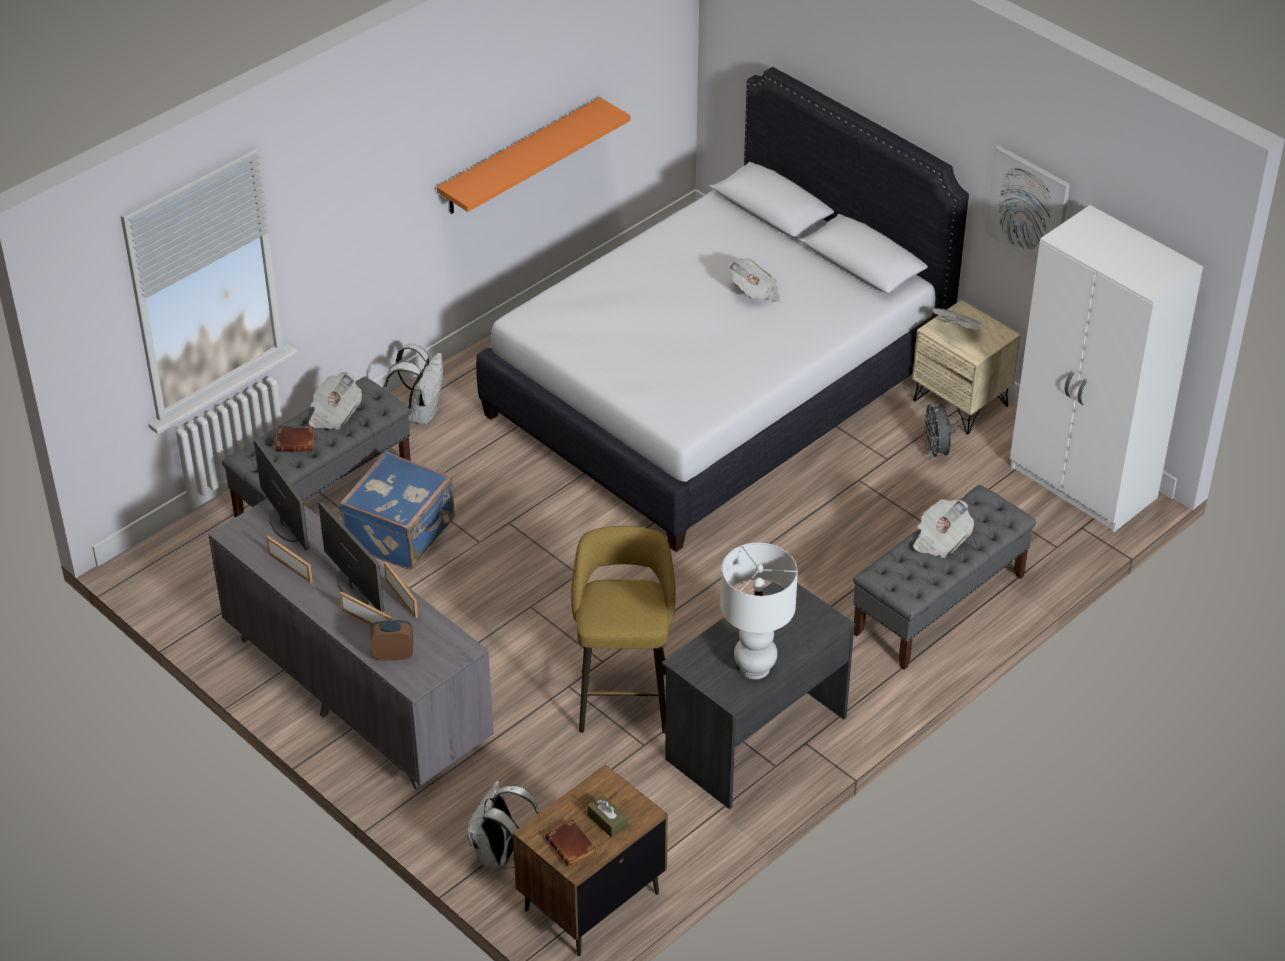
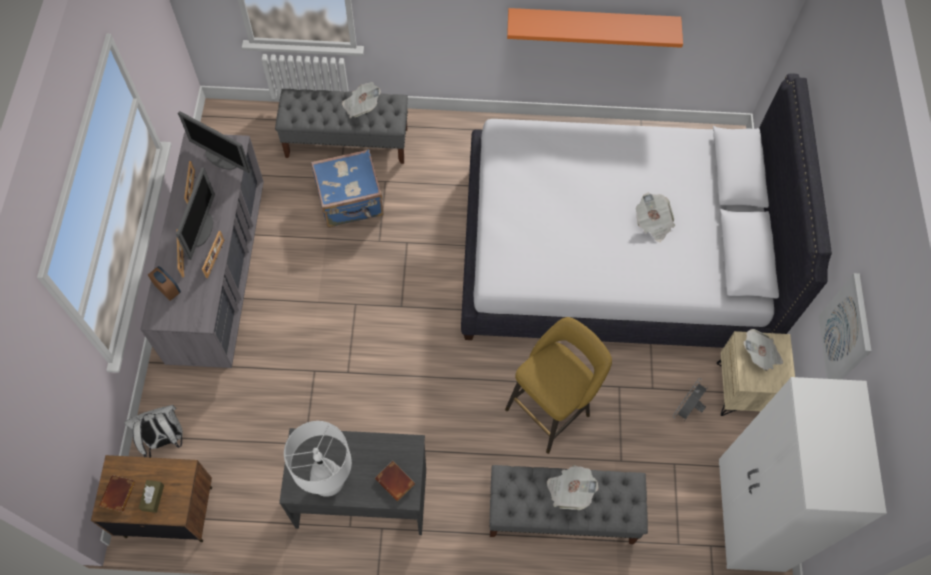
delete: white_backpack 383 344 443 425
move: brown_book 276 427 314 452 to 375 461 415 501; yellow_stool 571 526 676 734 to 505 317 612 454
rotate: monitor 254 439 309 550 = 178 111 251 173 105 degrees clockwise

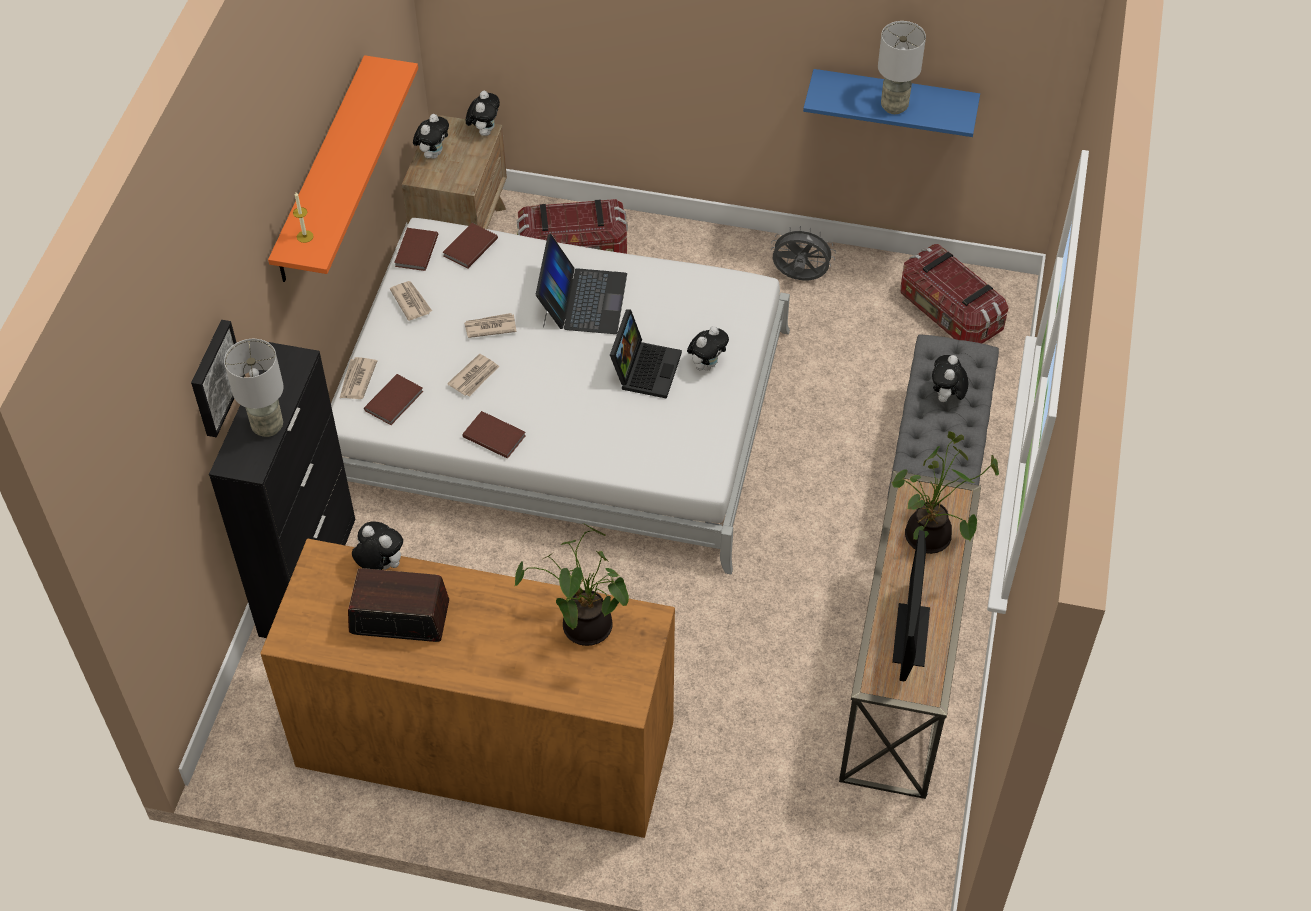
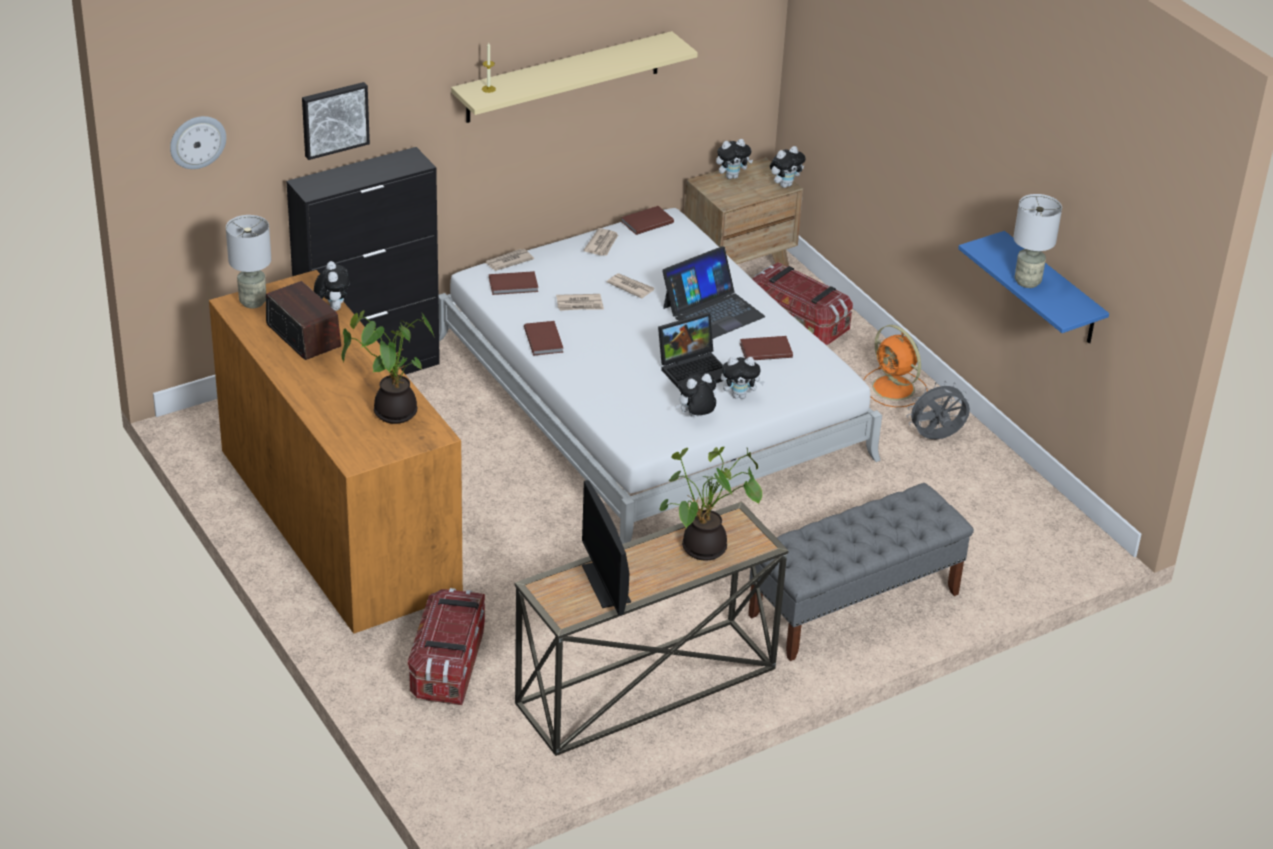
insert: wall_clock 170 116 226 169; orange_fan 863 325 928 408
move: grey_table_lamp 224 339 284 437 to 226 215 271 308; storage_box 900 244 1009 344 to 408 588 485 705; plush_toy 932 355 968 402 to 676 373 716 417; brown_book 443 223 498 269 to 740 336 793 360
recolor: orange_shelf 268 55 418 282 to beige_shelf 451 31 698 123
rotate: monitor 892 530 930 681 = 582 480 631 615 75 degrees counterclockwise; grey_fan 771 226 836 281 = 907 381 970 439 75 degrees counterclockwise

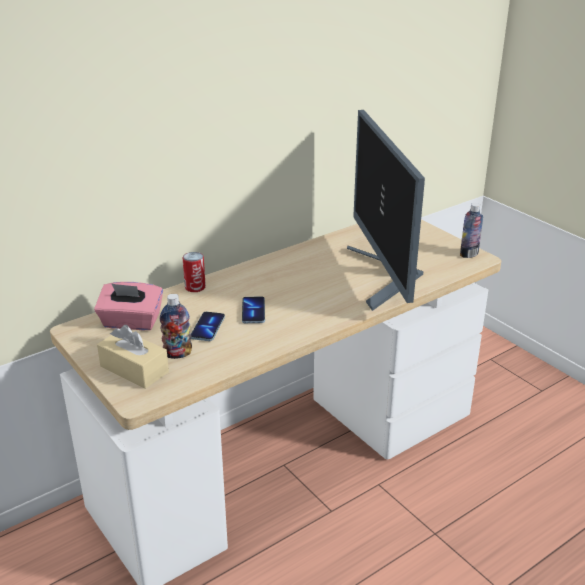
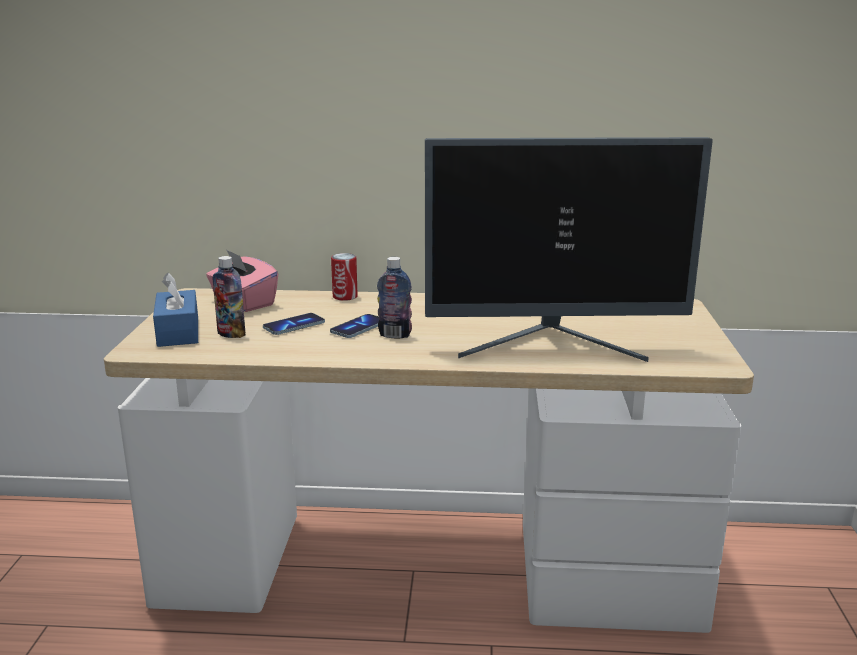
move: bottle 460 203 483 258 to 377 257 412 338
recolor: beige_tissue_box 97 325 169 389 to blue_tissue_box 153 273 198 347
rotate: monitor 347 110 425 311 = 425 137 713 362 120 degrees counterclockwise

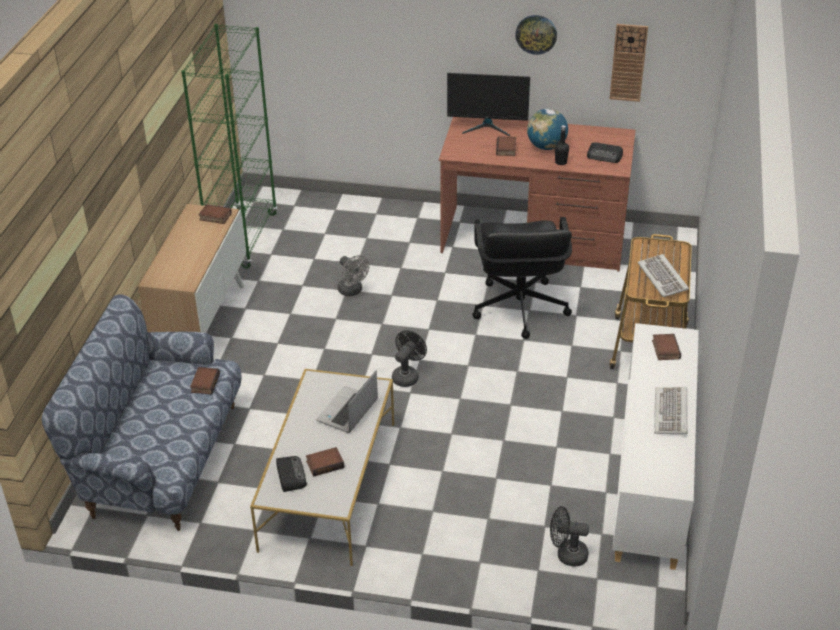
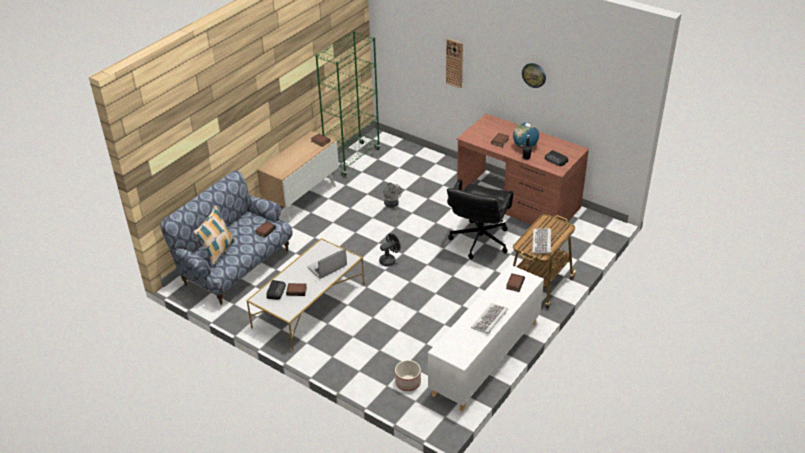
delete: monitor 447 73 530 136
insert: pillow 194 206 235 267
move: wall_clock 610 24 648 102 to 446 39 463 88
replace: black_fan 550 506 589 566 to planter 395 360 421 391

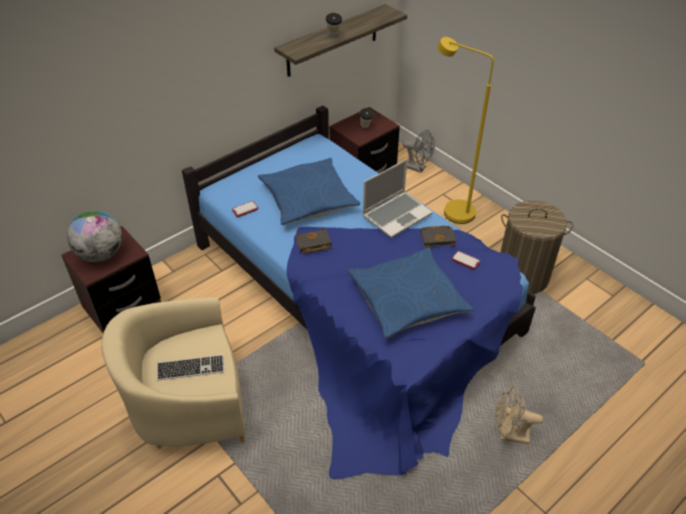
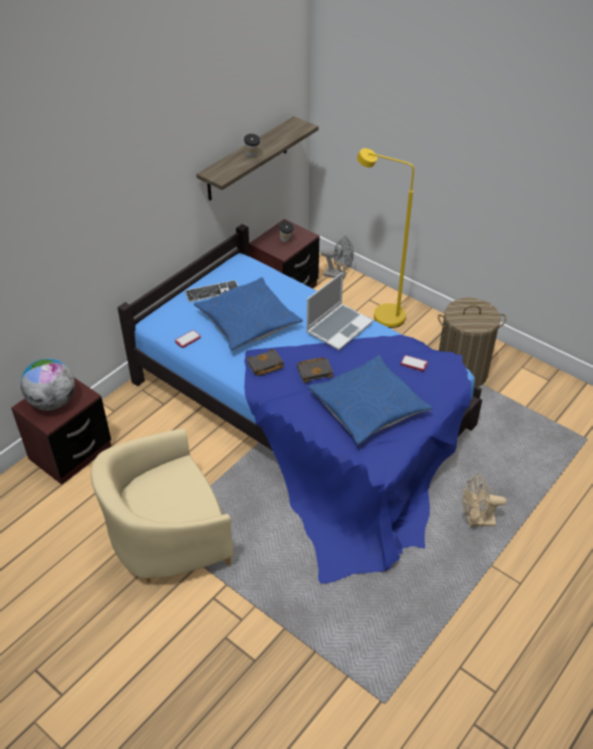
move: keyboard 157 355 224 380 to 185 280 238 302; black_book 421 226 456 248 to 297 357 333 383

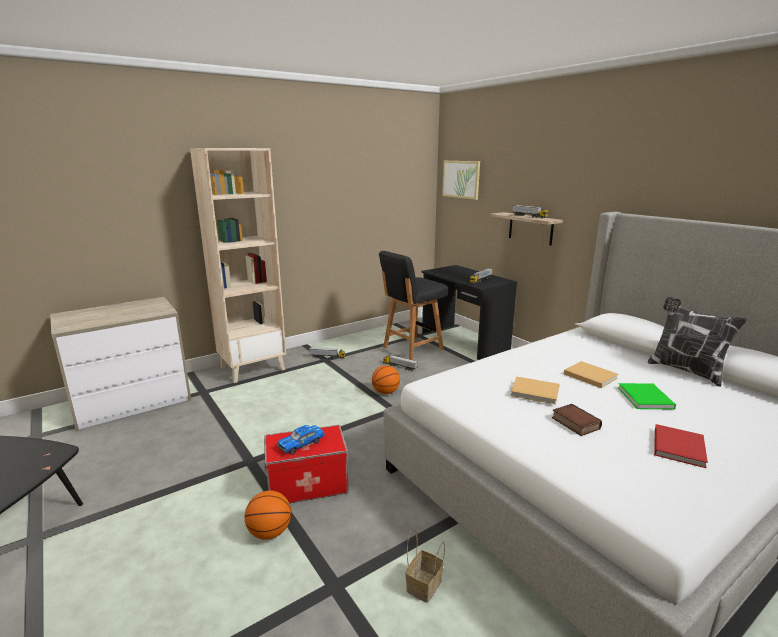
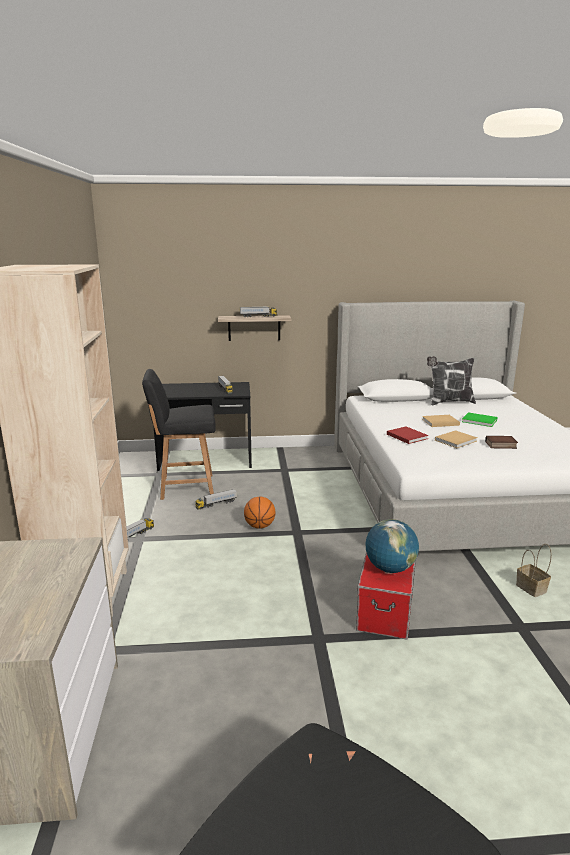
delete: basketball 245 490 291 540; picture 442 161 480 200
move: red_book 654 424 708 468 to 387 427 428 444
replace: toy_car 277 425 325 454 to globe 365 519 419 573
rotate: black_chair 379 251 448 360 = 142 369 215 500 90 degrees clockwise

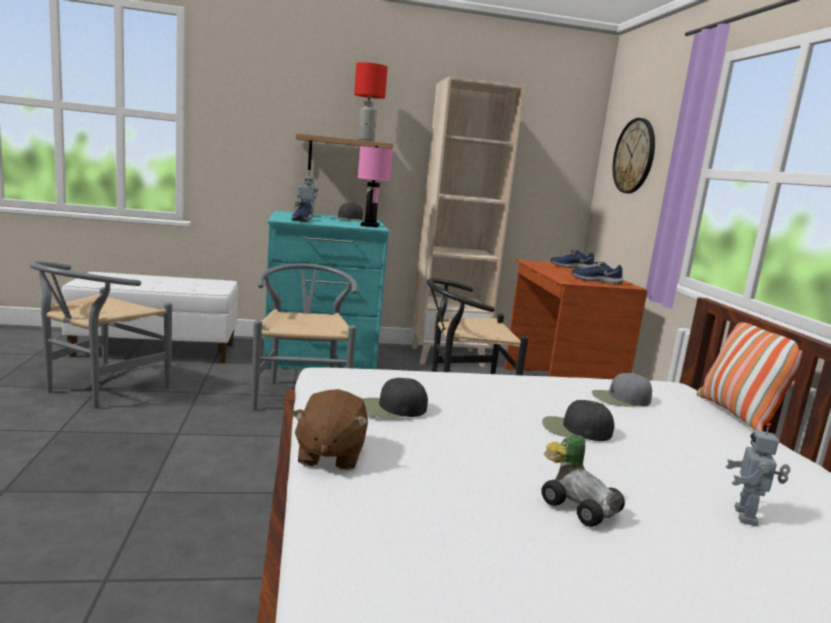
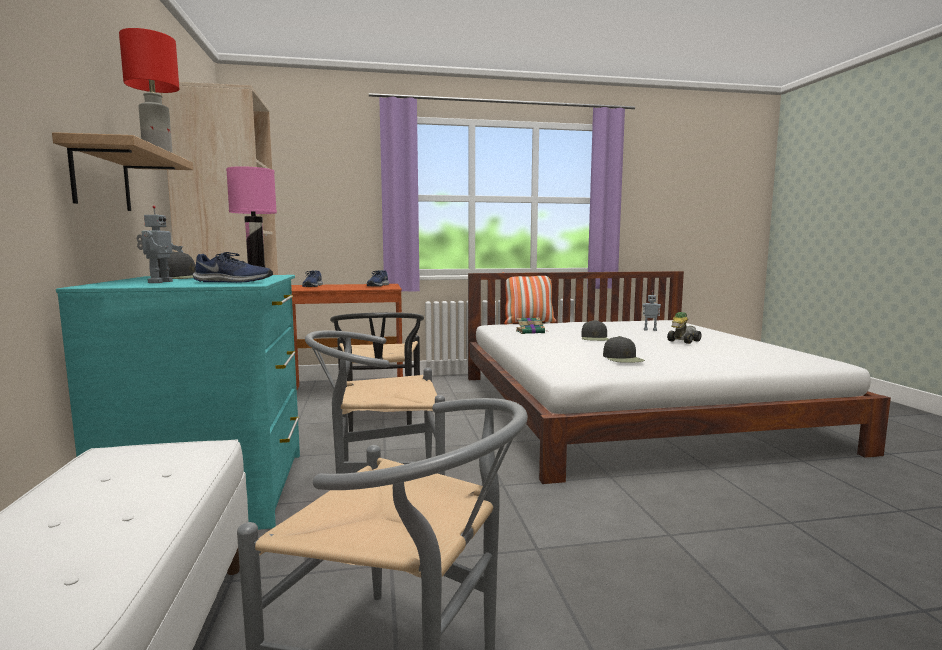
delete: brown_plush_toy 292 389 368 470; wall_clock 613 118 655 193
replace: grey_cap 592 373 652 406 to book 516 317 545 334

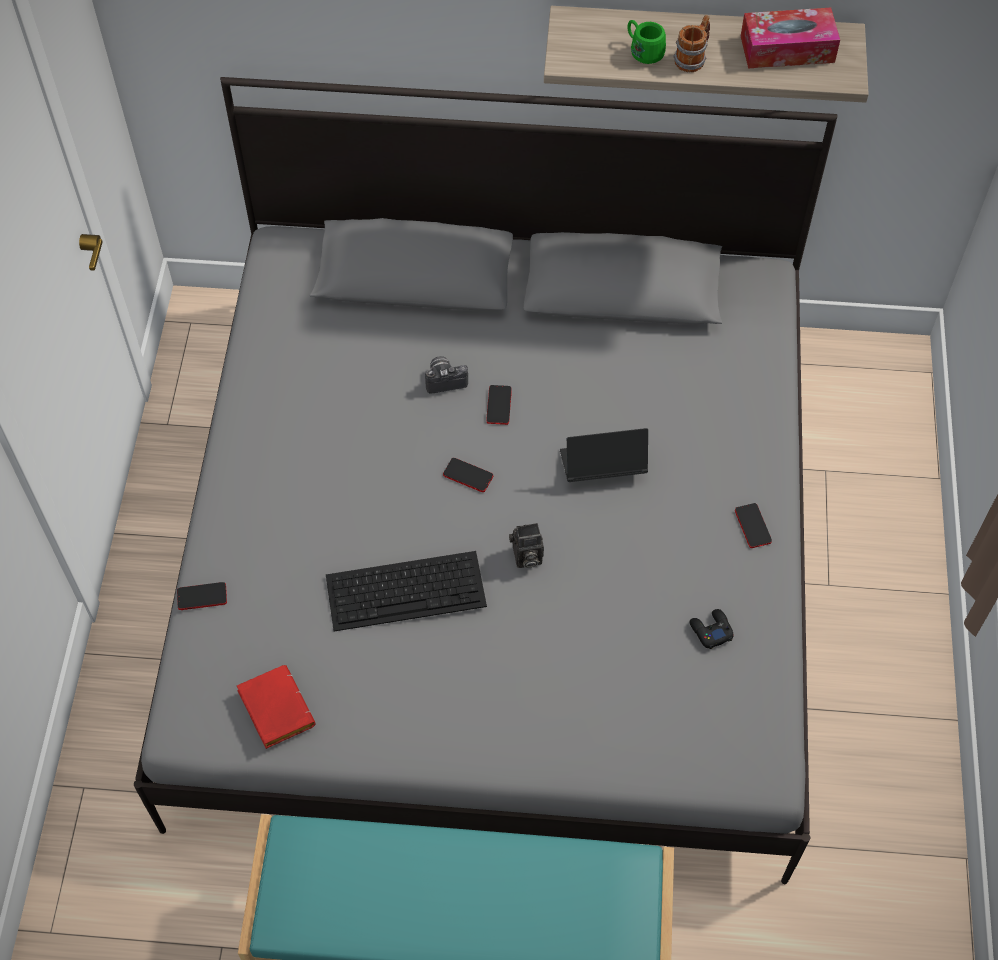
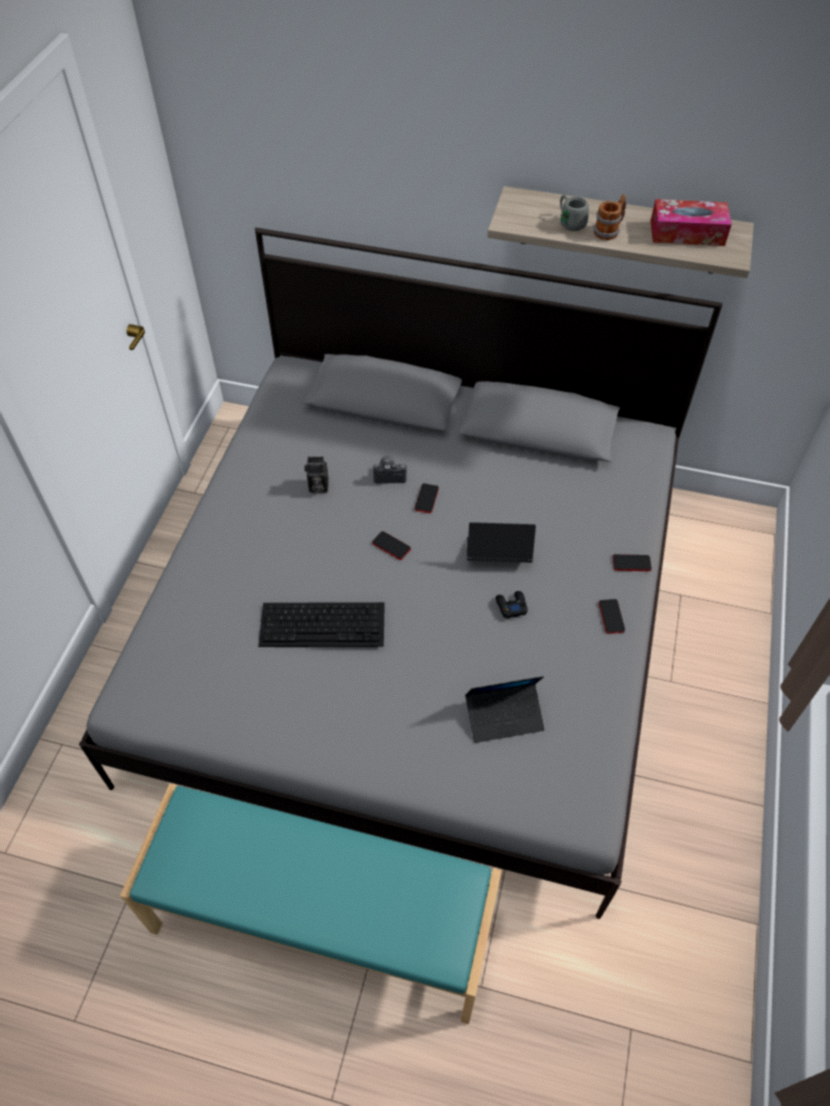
delete: red_book 237 665 316 749
insert: laptop 465 676 545 743
move: photo_camera 509 523 544 568 to 304 456 329 493; black_game_controller 689 609 734 649 to 496 591 528 619; phone 177 582 227 610 to 612 554 652 571
recolor: green_mug 628 20 666 64 to grey_mug 560 195 589 231

